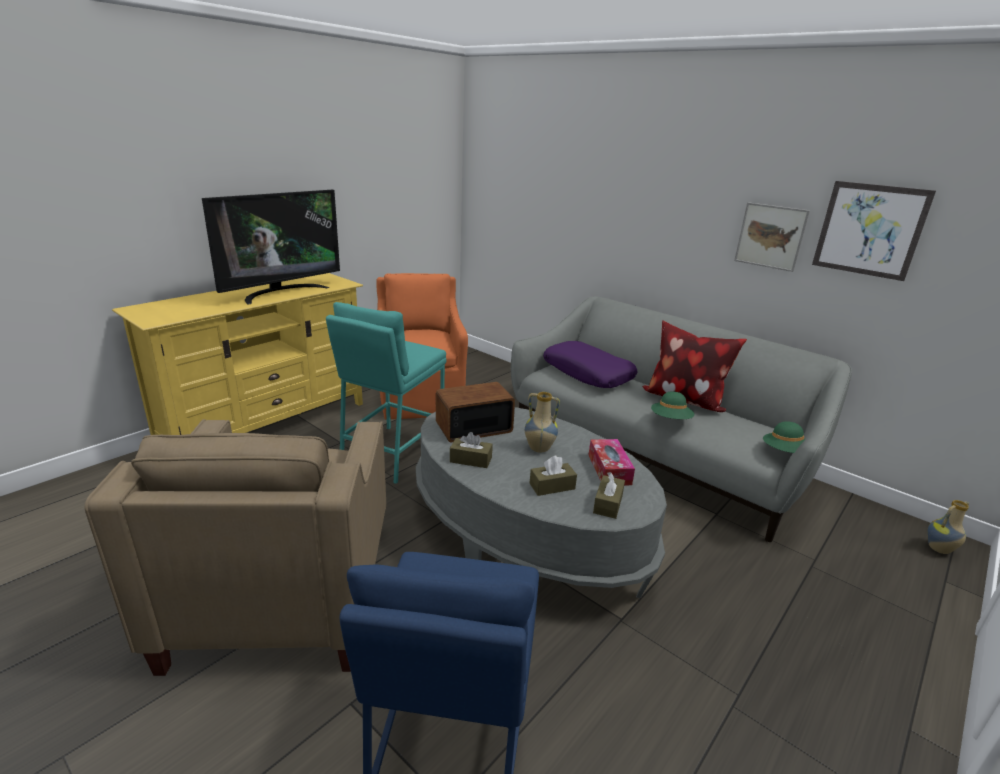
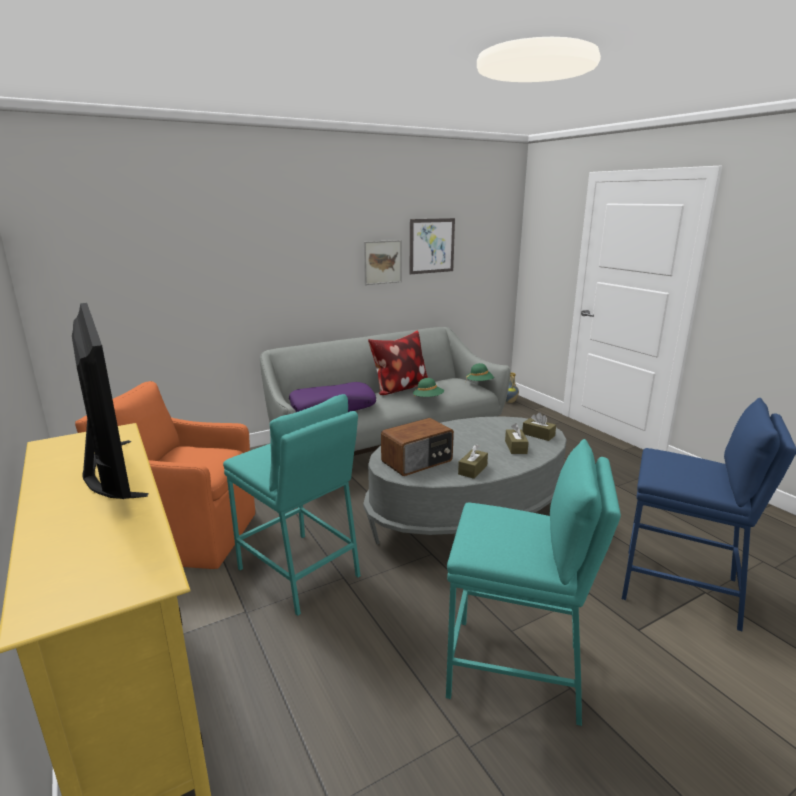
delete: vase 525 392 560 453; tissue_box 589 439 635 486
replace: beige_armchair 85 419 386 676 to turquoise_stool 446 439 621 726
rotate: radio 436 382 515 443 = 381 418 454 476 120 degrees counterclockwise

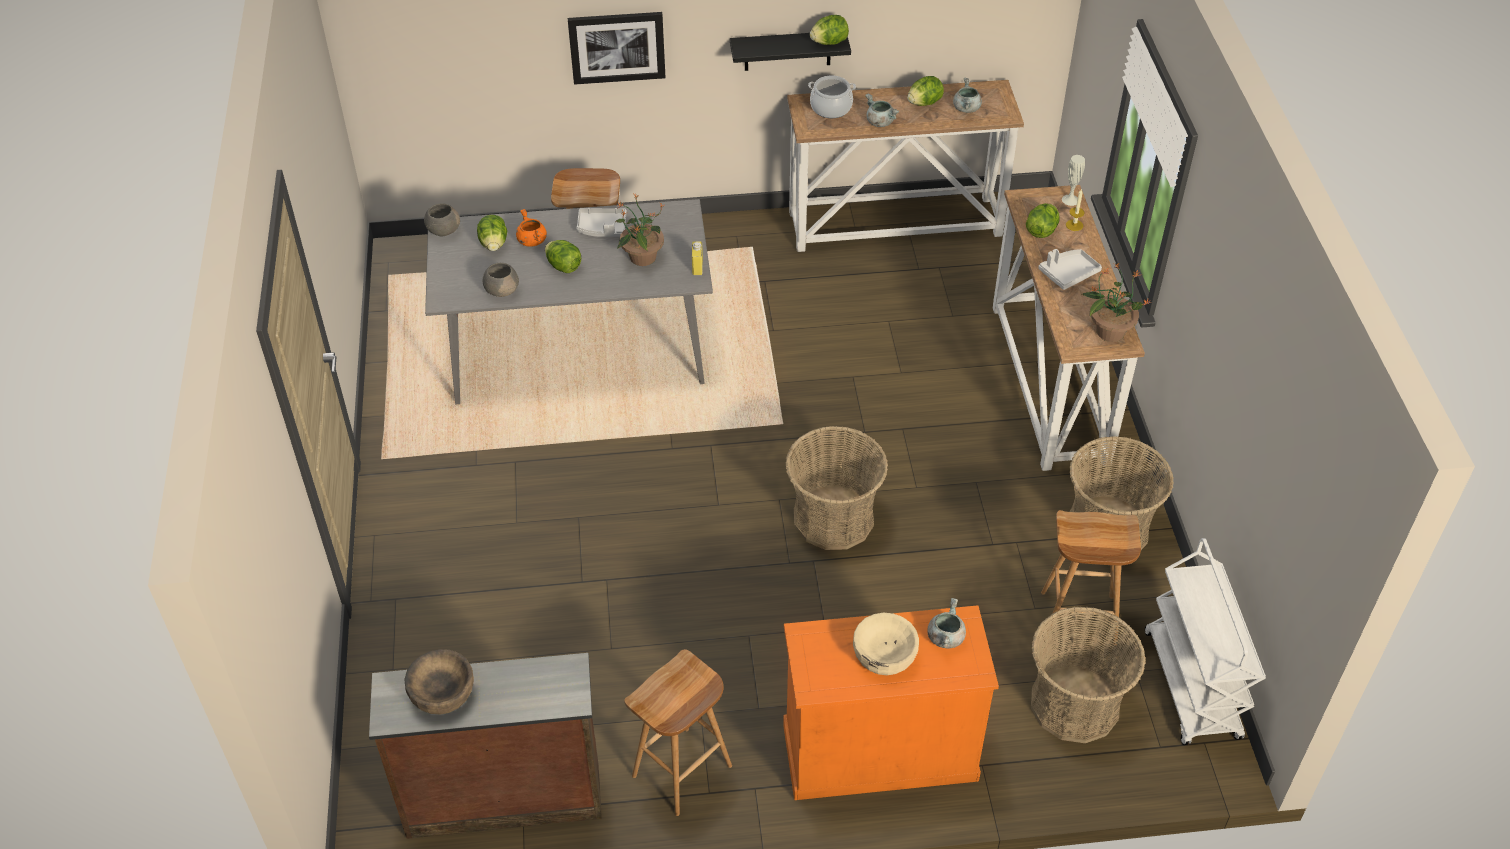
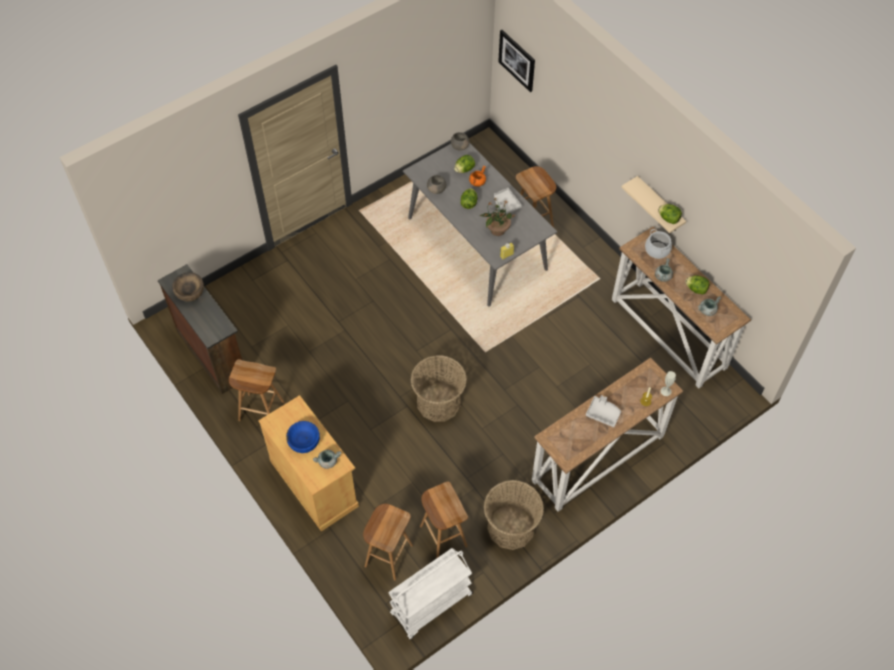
delete: lettuce 1026 203 1060 238; potted_plant 1082 262 1151 342
move: picture 568 12 666 85 to 498 30 535 92
replace: basket 1031 606 1146 743 to brown_stool 363 504 413 581
recolor: orange_cabinet 783 605 999 800 to beige_cabinet 258 395 359 531; beige_bowl 853 613 919 675 to blue_bowl 286 421 320 453; black_shelf 730 33 851 71 to beige_shelf 621 176 686 233

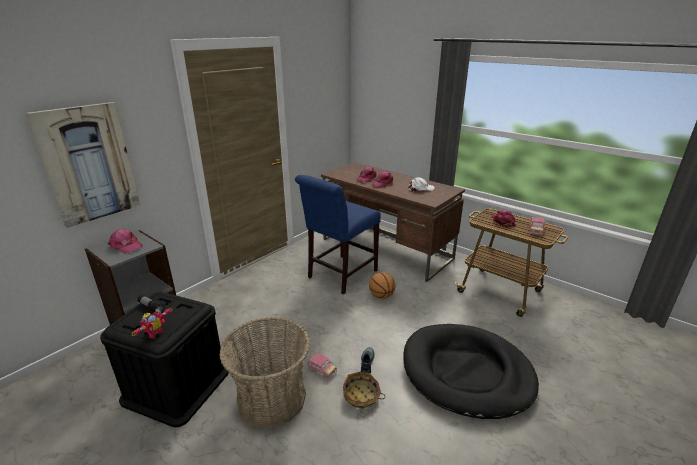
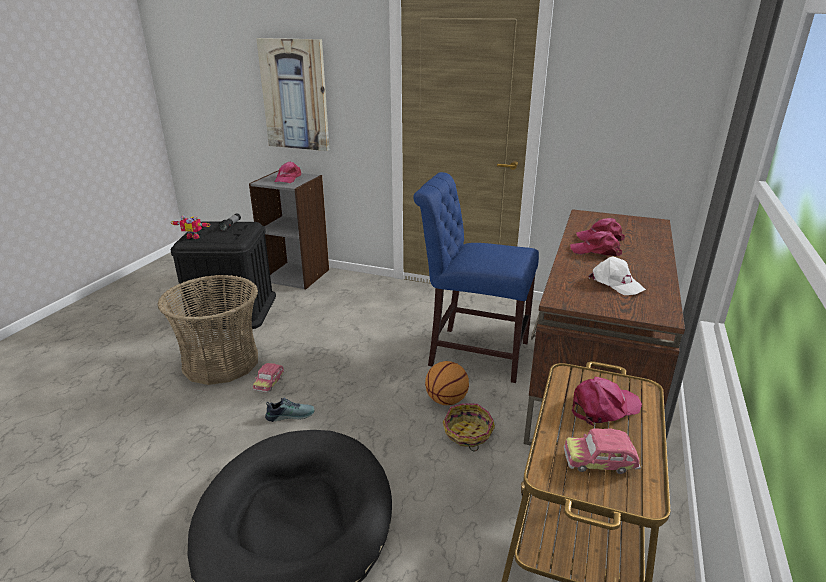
move: basket 343 372 385 408 to 443 403 495 451

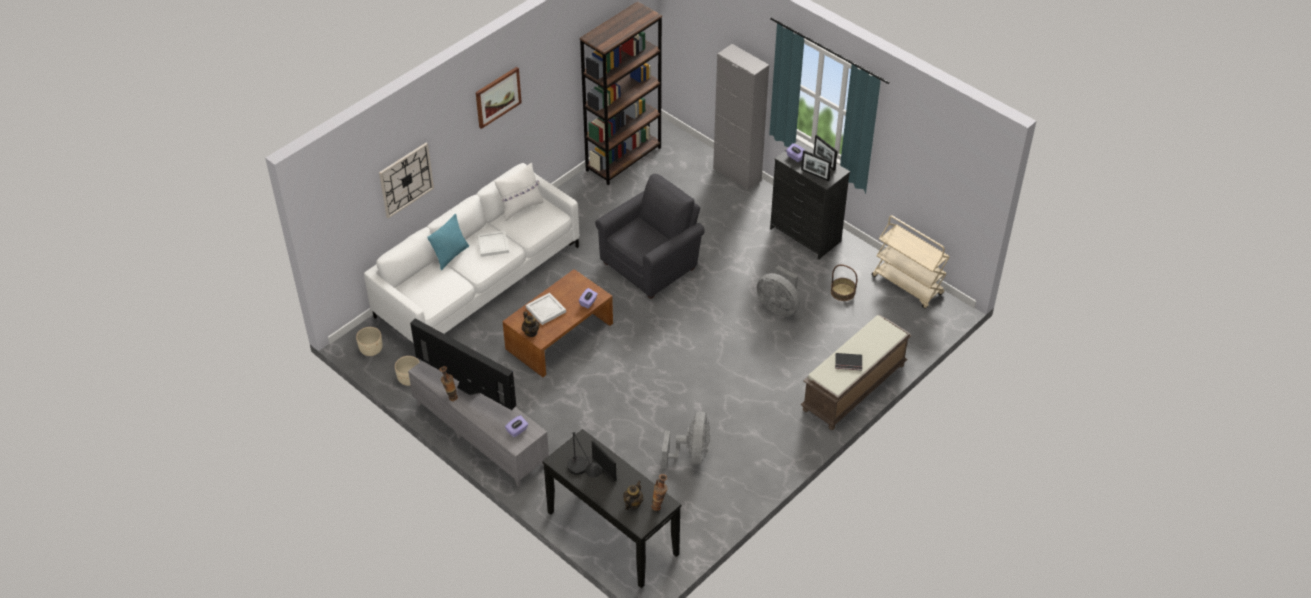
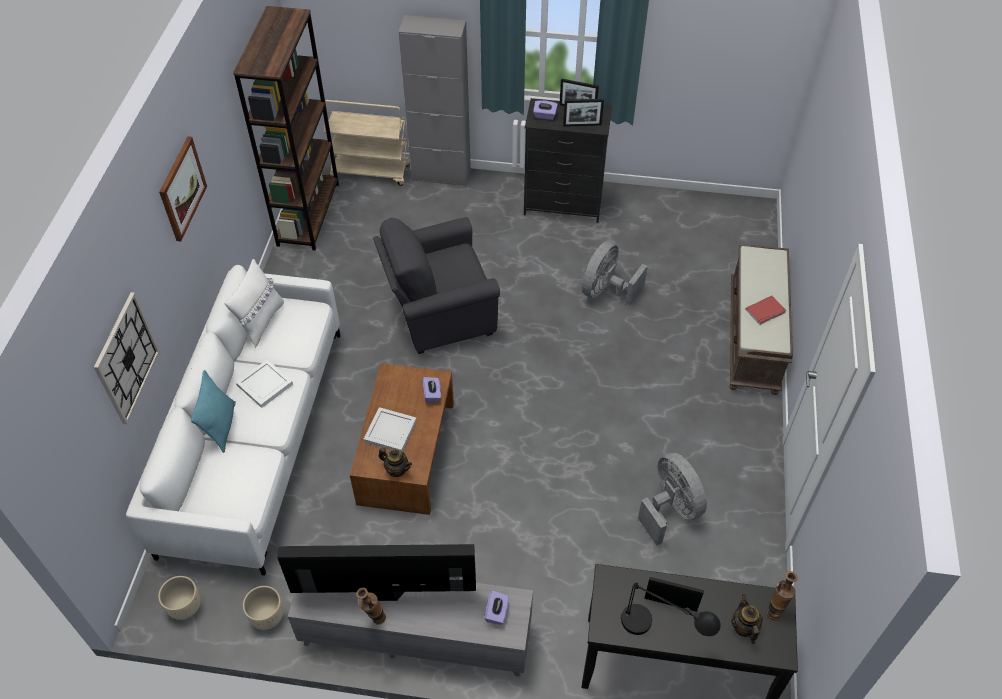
delete: basket 831 265 857 301
move: beige_cart 872 215 950 309 to 324 100 410 186
recolor: black_book 835 353 862 371 to red_book 746 296 786 325
rotate: grey_armchair 595 174 705 299 = 373 217 500 354 120 degrees counterclockwise; grey_fan 757 266 800 317 = 582 241 647 305 120 degrees clockwise

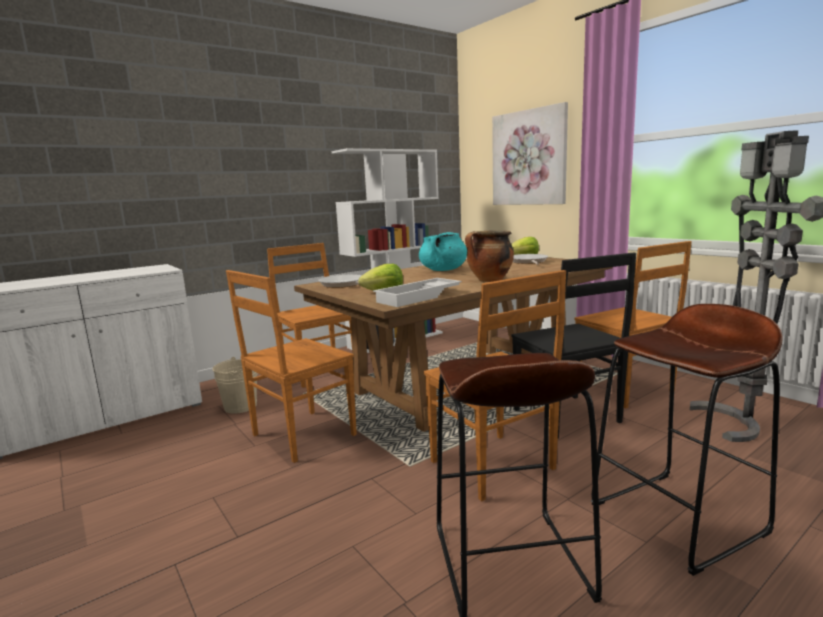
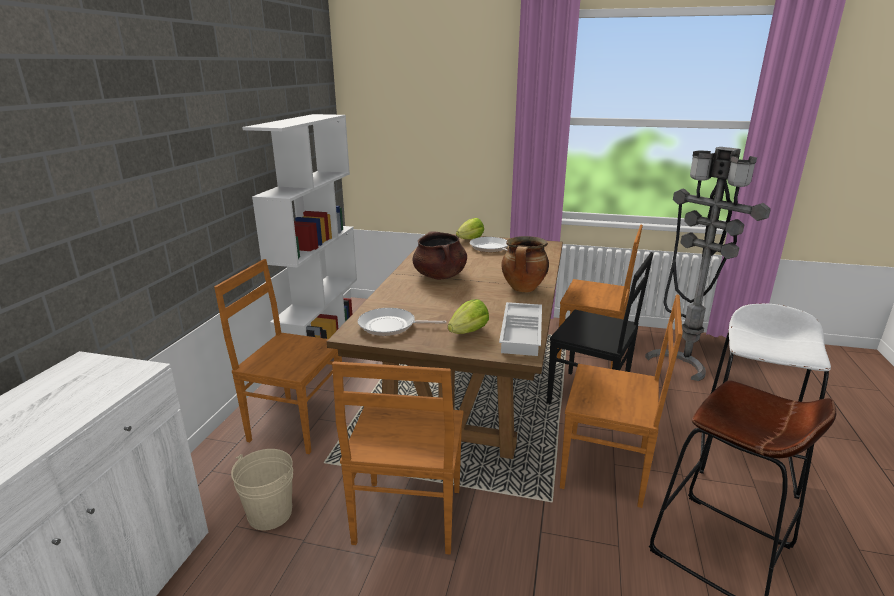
delete: picture 492 102 568 205
recolor: turquoise_cooking_pot 419 232 467 271 to brown_cooking_pot 413 231 467 280; brown_stool 591 304 783 576 to white_stool 699 304 831 499

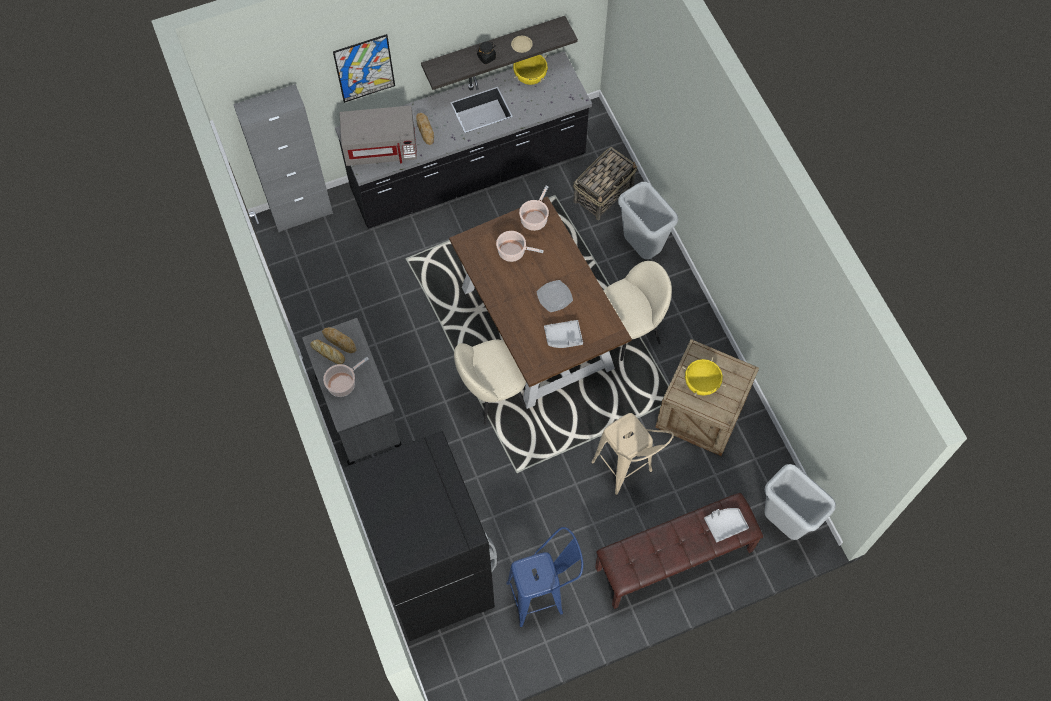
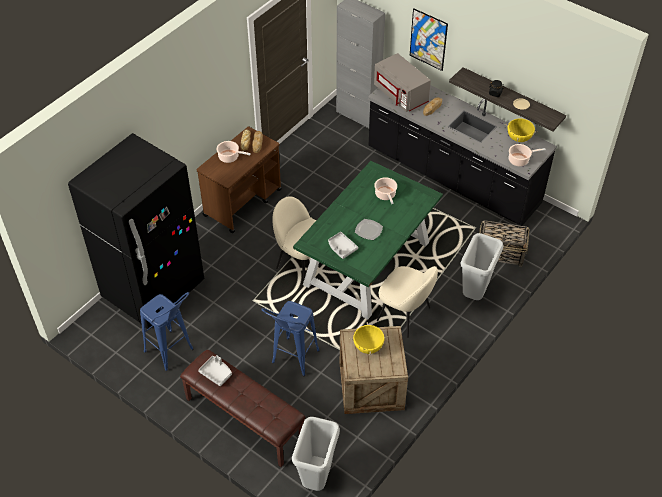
move: grey_tray 704 508 749 542 to 198 355 232 386; cooking_pot 519 186 549 231 to 509 144 546 166
recolor: grey_cart 302 318 402 465 to brown_cart 197 126 282 233; beige_stool 591 413 674 495 to blue_stool 261 301 320 376; brown_dining_table 449 196 632 409 to green_dining_table 293 161 443 319

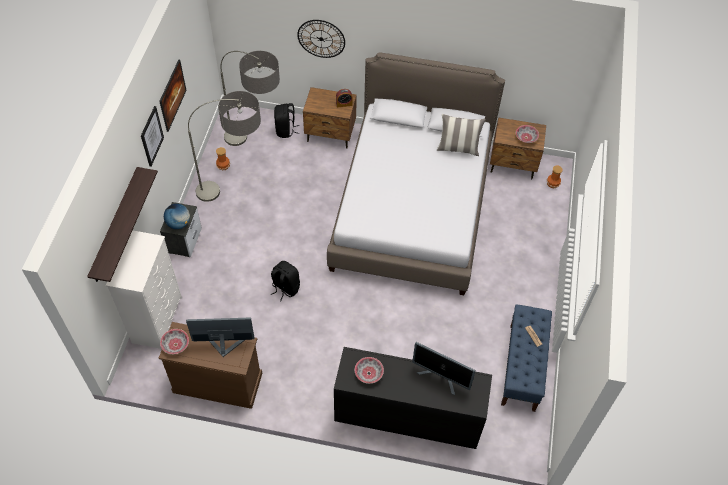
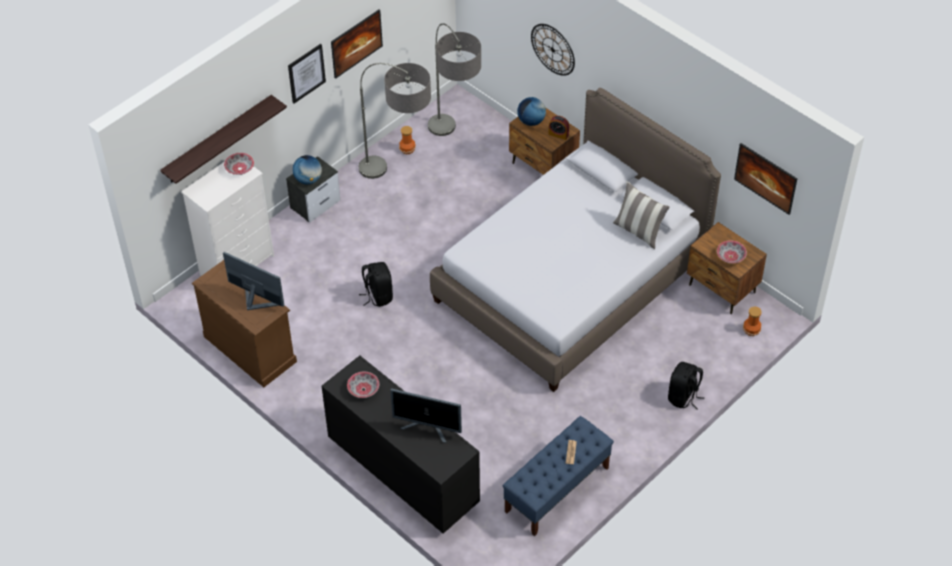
insert: globe 517 97 546 126; picture 734 143 797 215
move: bowl 160 329 189 354 to 224 153 254 175; black_backpack 274 103 299 138 to 668 362 704 409
rotate: monitor 412 342 476 395 = 390 388 462 443 45 degrees counterclockwise

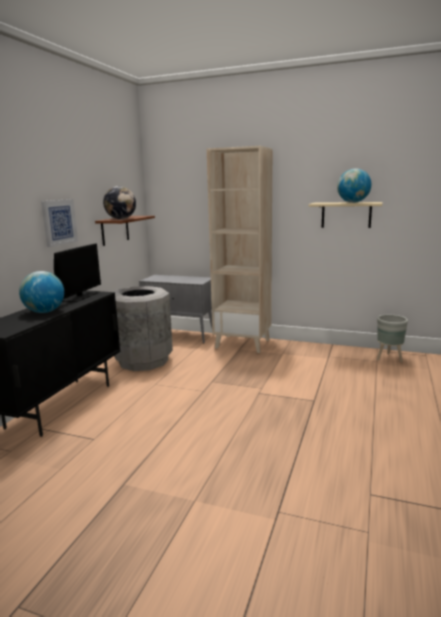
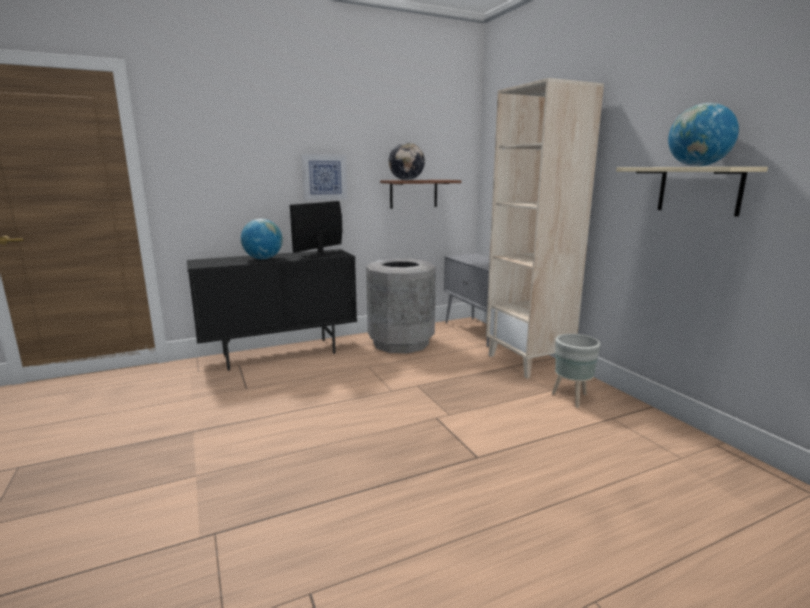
move: grey_planter 377 315 408 362 to 552 334 600 408
rotate: monitor 54 244 101 302 = 290 201 342 258 150 degrees clockwise

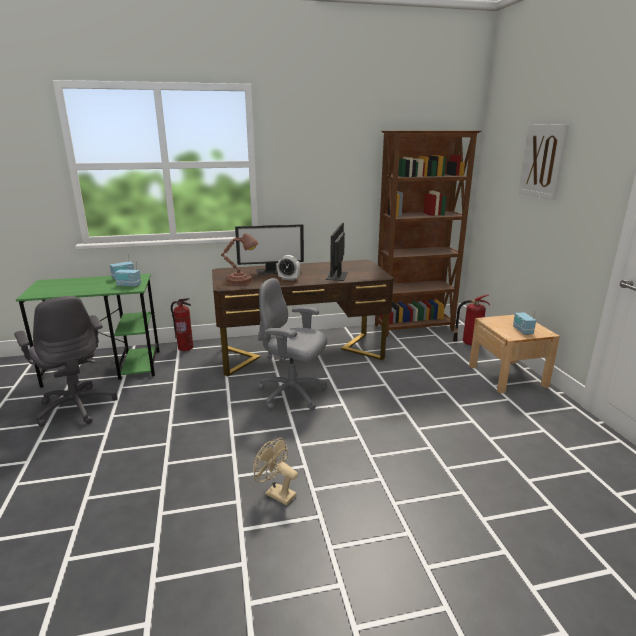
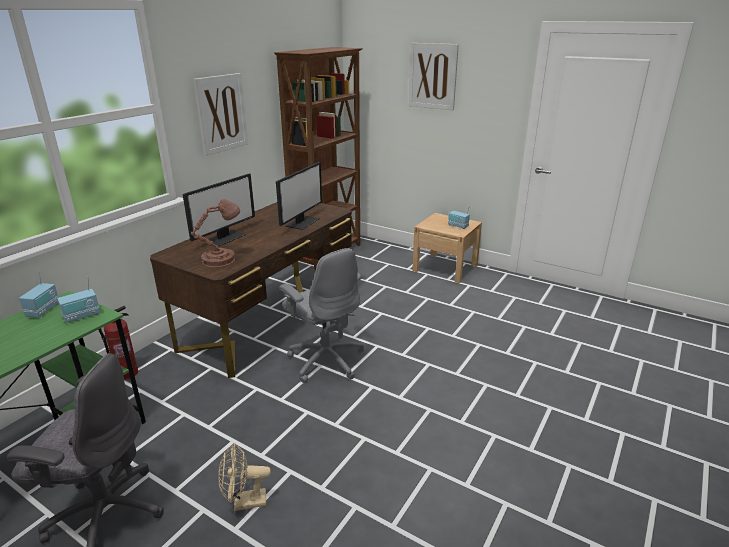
delete: alarm_clock 277 255 300 281; fire_extinguisher 453 294 490 346
insert: picture 194 73 248 156
move: beige_fan 253 438 298 505 to 218 443 271 511
rotate: monitor 326 223 348 281 = 276 162 322 230 120 degrees counterclockwise; grey_office_chair 258 278 328 410 = 279 248 364 383 105 degrees counterclockwise

